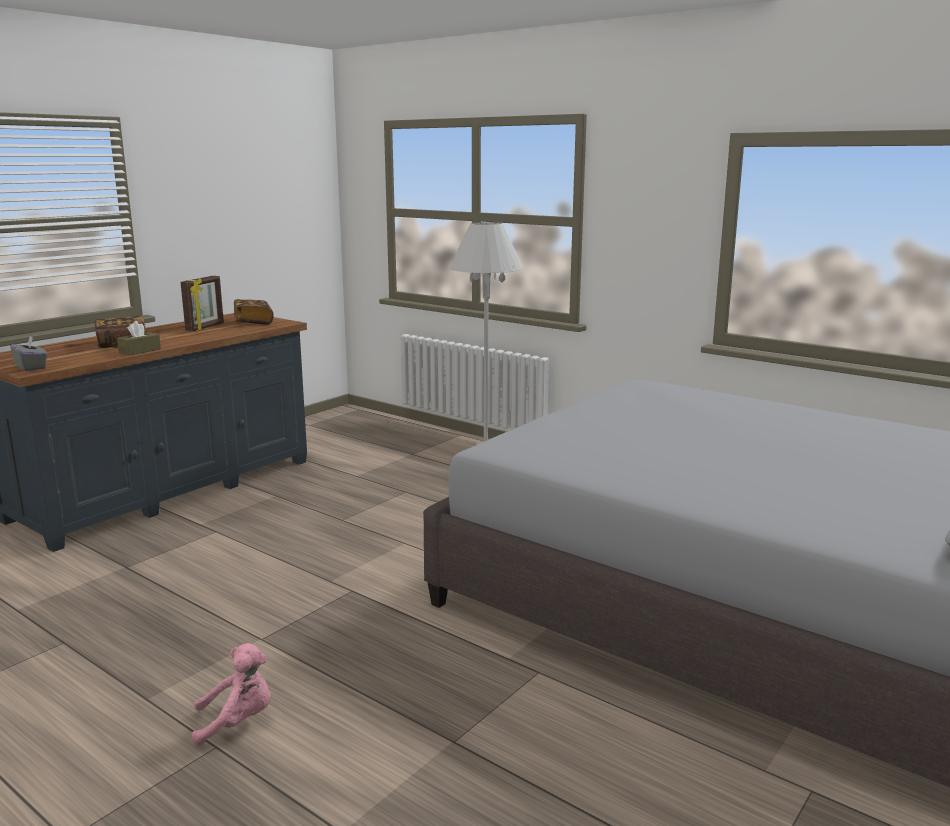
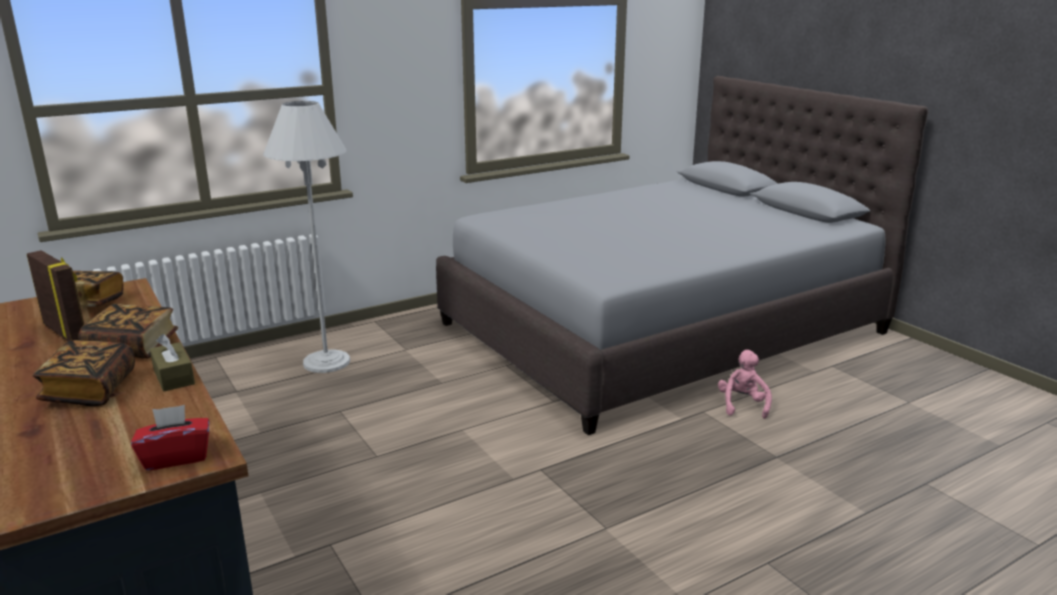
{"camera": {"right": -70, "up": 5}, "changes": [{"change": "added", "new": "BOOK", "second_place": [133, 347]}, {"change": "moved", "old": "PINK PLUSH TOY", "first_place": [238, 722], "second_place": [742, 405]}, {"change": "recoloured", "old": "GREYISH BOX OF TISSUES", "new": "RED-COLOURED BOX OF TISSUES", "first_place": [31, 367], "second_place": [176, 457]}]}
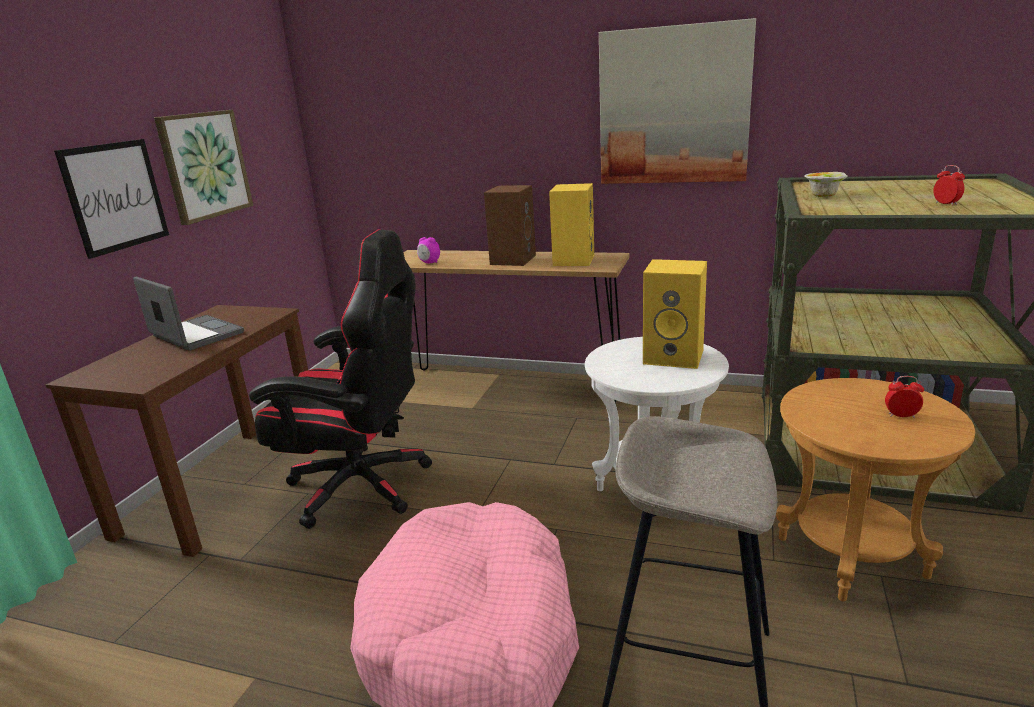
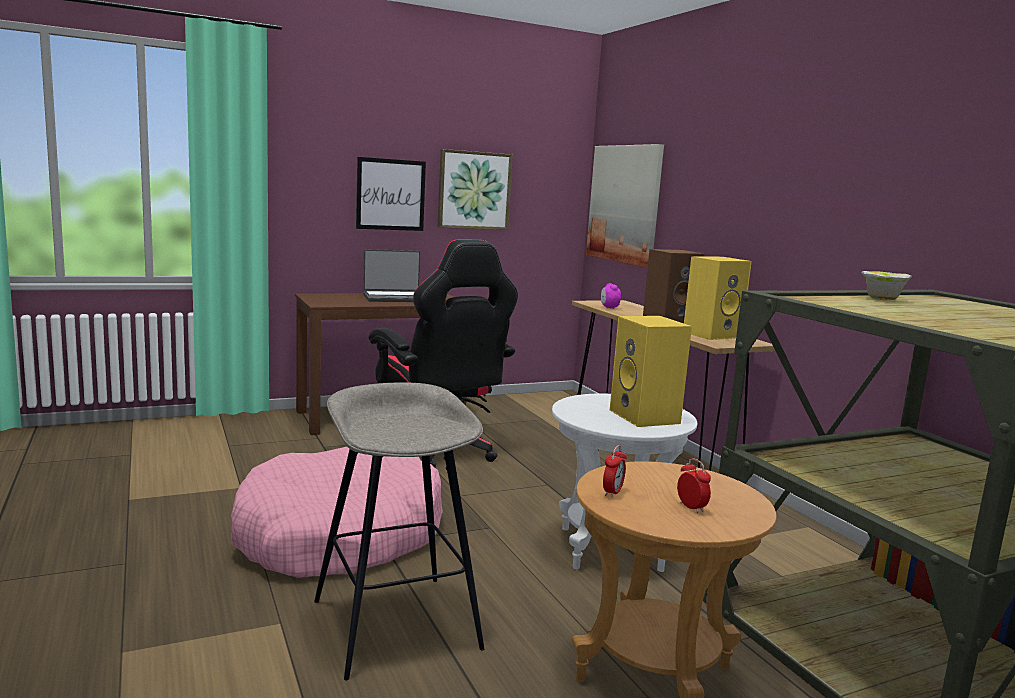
{"camera": {"right": 45, "up": -10}, "changes": [{"change": "moved", "old": "WALL PICTURE", "first_place": [673, 106], "second_place": [624, 204]}, {"change": "moved", "old": "BEDSIDE CLOCK", "first_place": [946, 204], "second_place": [612, 492]}, {"change": "turned", "old": "NOTEBOOK COMPUTER", "first_place": [195, 335], "second_place": [394, 298], "degrees": 75}]}
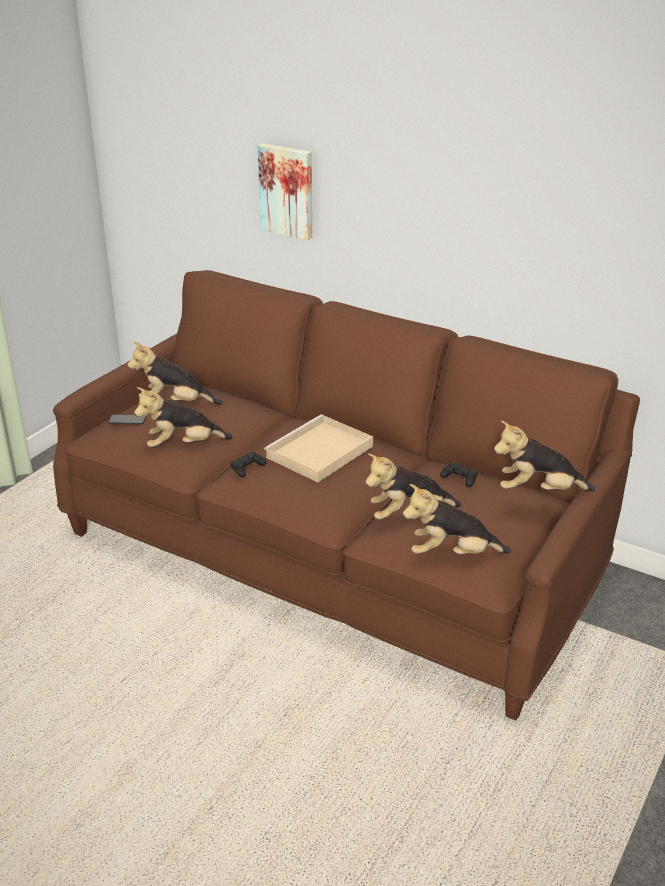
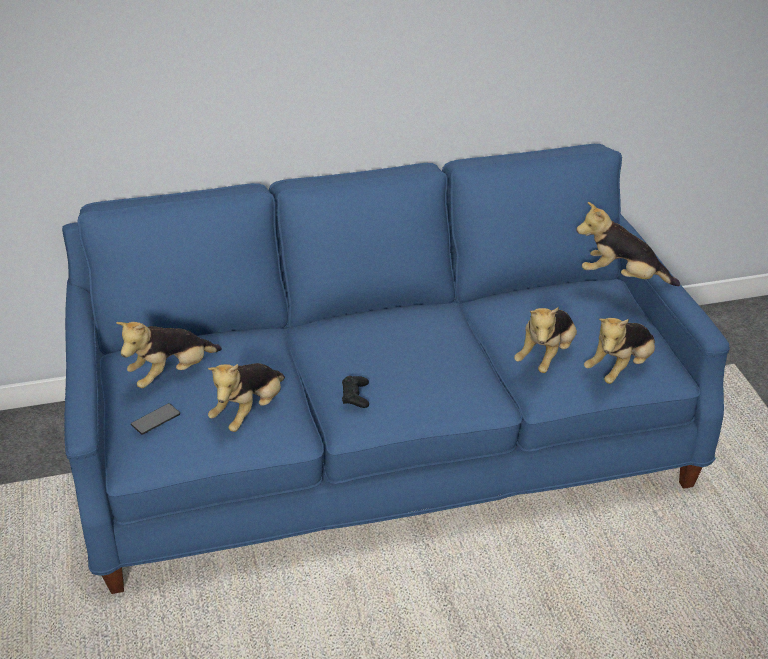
{"camera": {"right": -45, "up": 5}, "changes": [{"change": "removed", "old": "WALL PICTURE", "first_place": [287, 191]}, {"change": "removed", "old": "BEIGE SERVING TRAY", "first_place": [319, 453]}, {"change": "removed", "old": "BLACK GAMEPAD", "first_place": [459, 478]}, {"change": "recoloured", "old": "BROWN-COLOURED SETTEE", "new": "BLUISH SETTEE", "first_place": [333, 553], "second_place": [385, 446]}, {"change": "turned", "old": "PLUSH TOY", "first_place": [538, 491], "second_place": [621, 278], "degrees": 60}]}
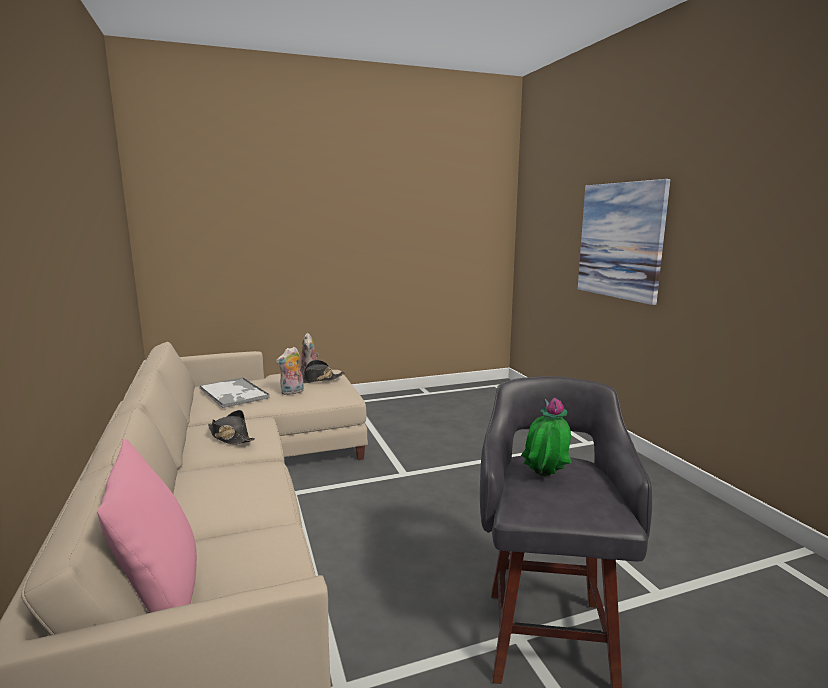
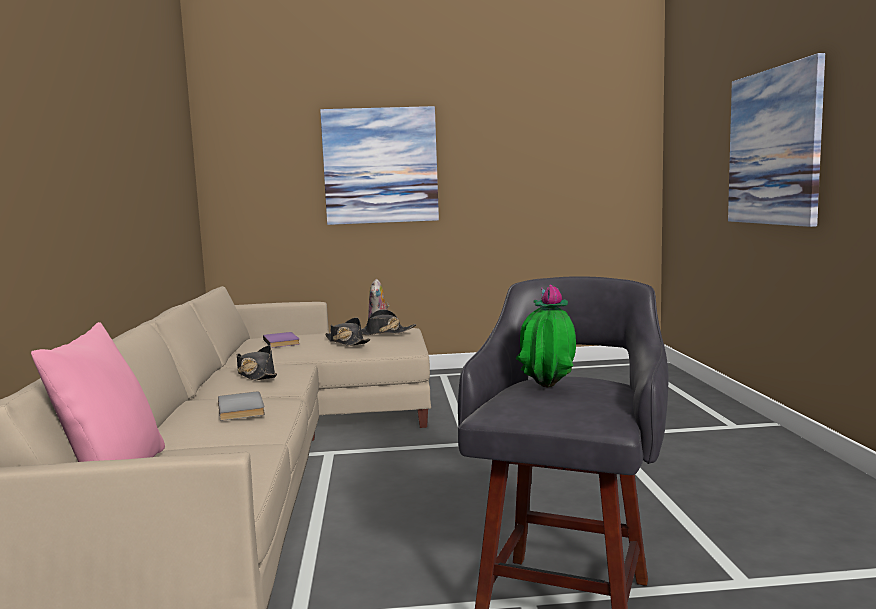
{"camera": {"right": 15, "up": -5}, "changes": [{"change": "added", "new": "GREYISH BOOK", "second_place": [243, 408]}, {"change": "added", "new": "WALL PICTURE", "second_place": [380, 166]}, {"change": "replaced", "old": "SERVING TRAY", "new": "PURPLISH BOOK", "first_place": [234, 393], "second_place": [283, 342]}, {"change": "replaced", "old": "PLUSH TOY", "new": "BLACK HAT", "first_place": [292, 392], "second_place": [346, 342]}]}
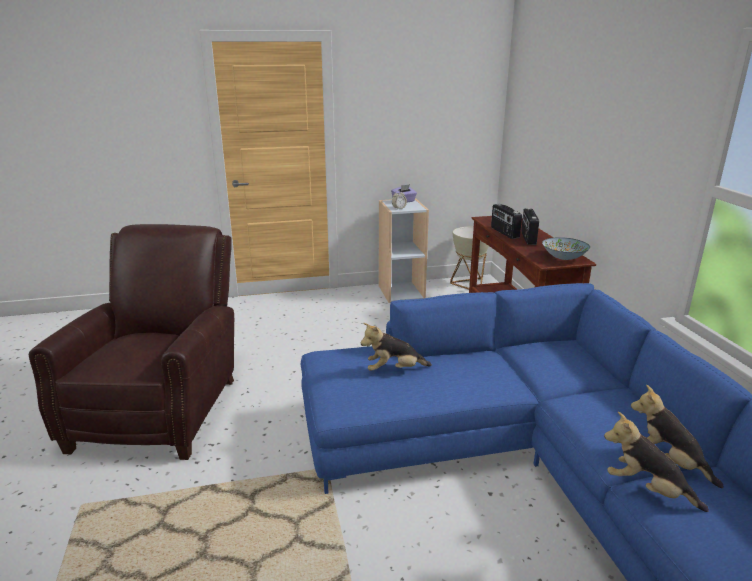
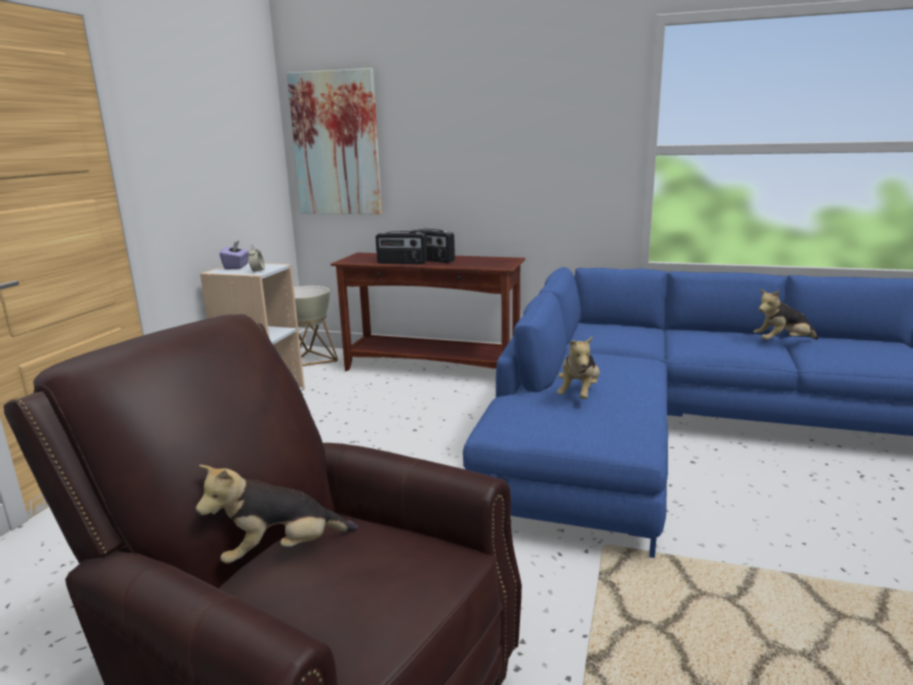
{"camera": {"right": -60, "up": -5}, "changes": [{"change": "removed", "old": "SERVING BOWL", "first_place": [564, 257]}, {"change": "added", "new": "WALL PICTURE", "second_place": [336, 144]}, {"change": "moved", "old": "PLUSH TOY", "first_place": [647, 489], "second_place": [281, 551]}]}
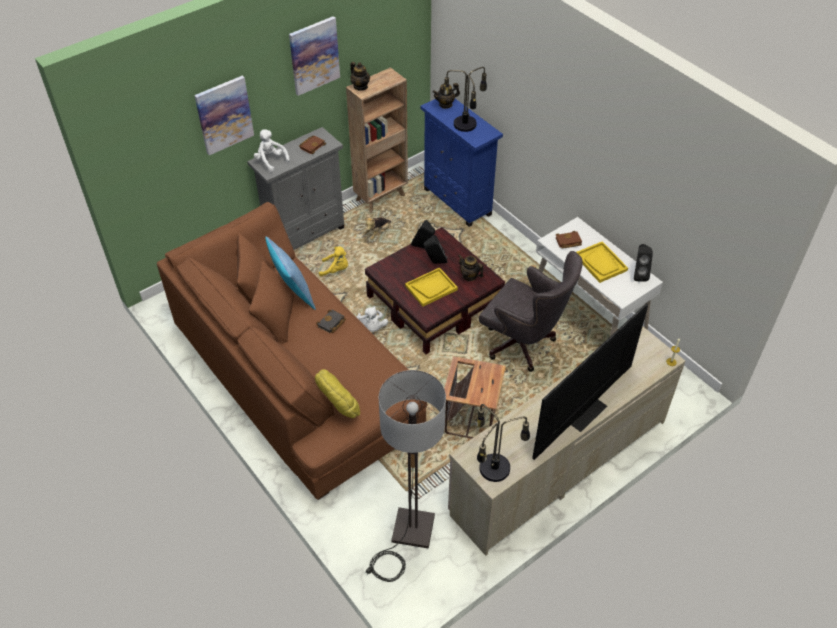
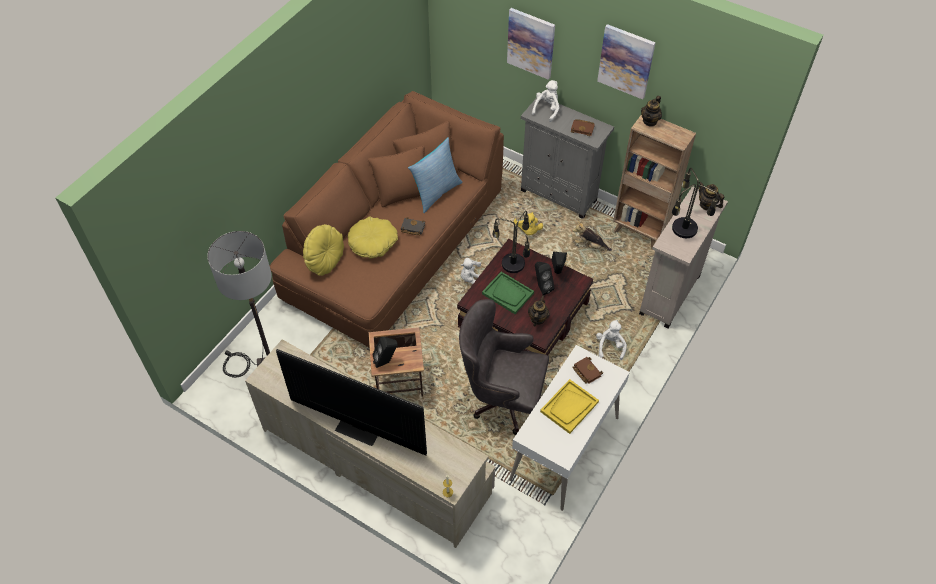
{"camera": {"right": 70, "up": 5}, "changes": [{"change": "added", "new": "YELLOW THROW PILLOW", "second_place": [372, 242]}, {"change": "added", "new": "WHITE PLUSH TOY", "second_place": [610, 346]}, {"change": "moved", "old": "TABLE LAMP", "first_place": [494, 468], "second_place": [513, 263]}, {"change": "moved", "old": "BLACK LOUDSPEAKER", "first_place": [638, 274], "second_place": [386, 361]}, {"change": "recoloured", "old": "YELLOW SERVING TRAY", "new": "GREENISH SERVING TRAY", "first_place": [431, 288], "second_place": [508, 293]}, {"change": "recoloured", "old": "BLUISH STORAGE CABINET", "new": "BEIGE STORAGE CABINET", "first_place": [458, 202], "second_place": [670, 295]}, {"change": "turned", "old": "GREYISH DESK CHAIR", "first_place": [523, 346], "second_place": [502, 401], "degrees": 90}]}
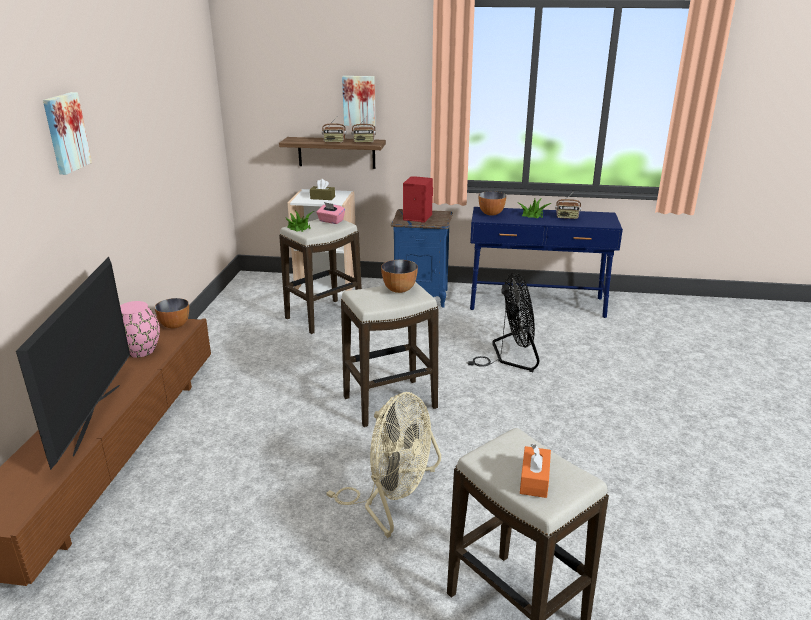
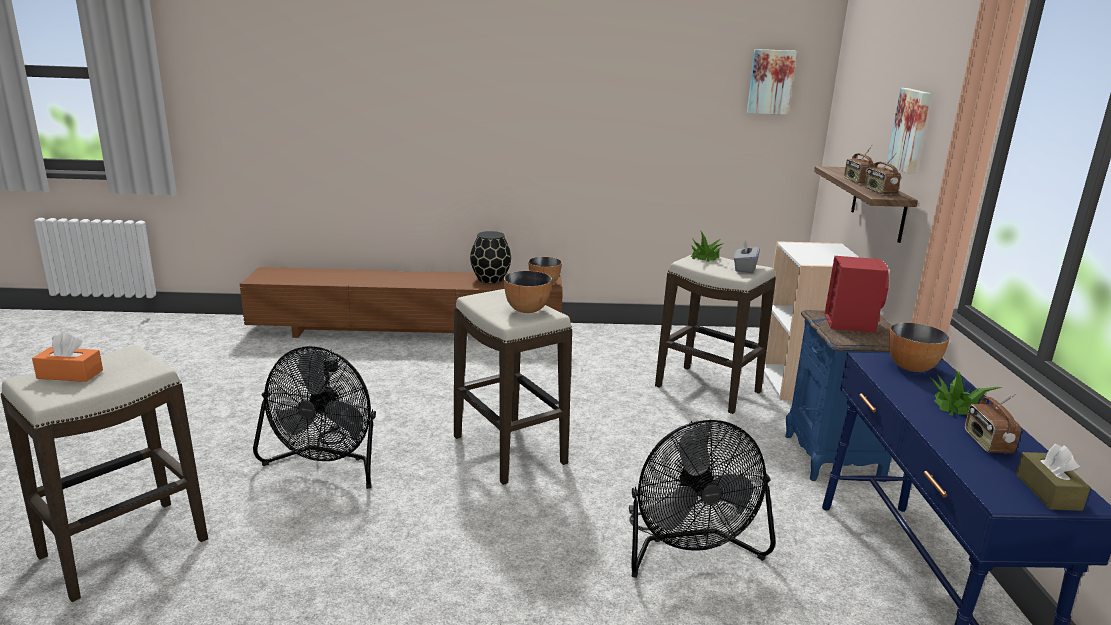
{"camera": {"right": 80, "up": -5}, "changes": [{"change": "removed", "old": "TV SET", "first_place": [96, 418]}, {"change": "moved", "old": "WALL PICTURE", "first_place": [65, 133], "second_place": [770, 82]}, {"change": "moved", "old": "BROWN-COLOURED BOX OF TISSUES", "first_place": [322, 198], "second_place": [1048, 492]}, {"change": "recoloured", "old": "PINK FLOWER VASE", "new": "BLACK FLOWER VASE", "first_place": [141, 351], "second_place": [490, 279]}, {"change": "recoloured", "old": "PINK BOX OF TISSUES", "new": "GREYISH BOX OF TISSUES", "first_place": [331, 221], "second_place": [744, 268]}, {"change": "recoloured", "old": "BEIGE ELECTRIC FAN", "new": "BLACK ELECTRIC FAN", "first_place": [390, 497], "second_place": [325, 462]}]}
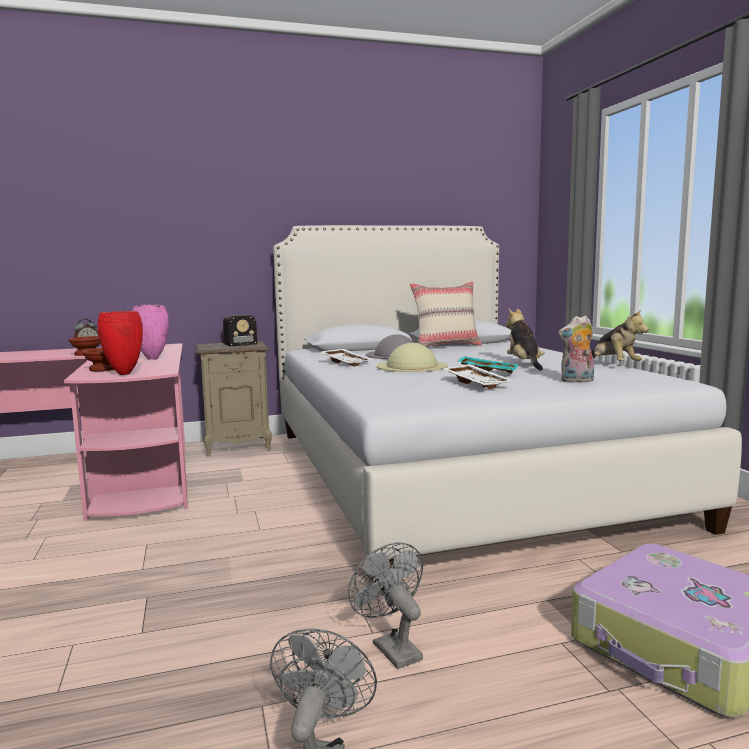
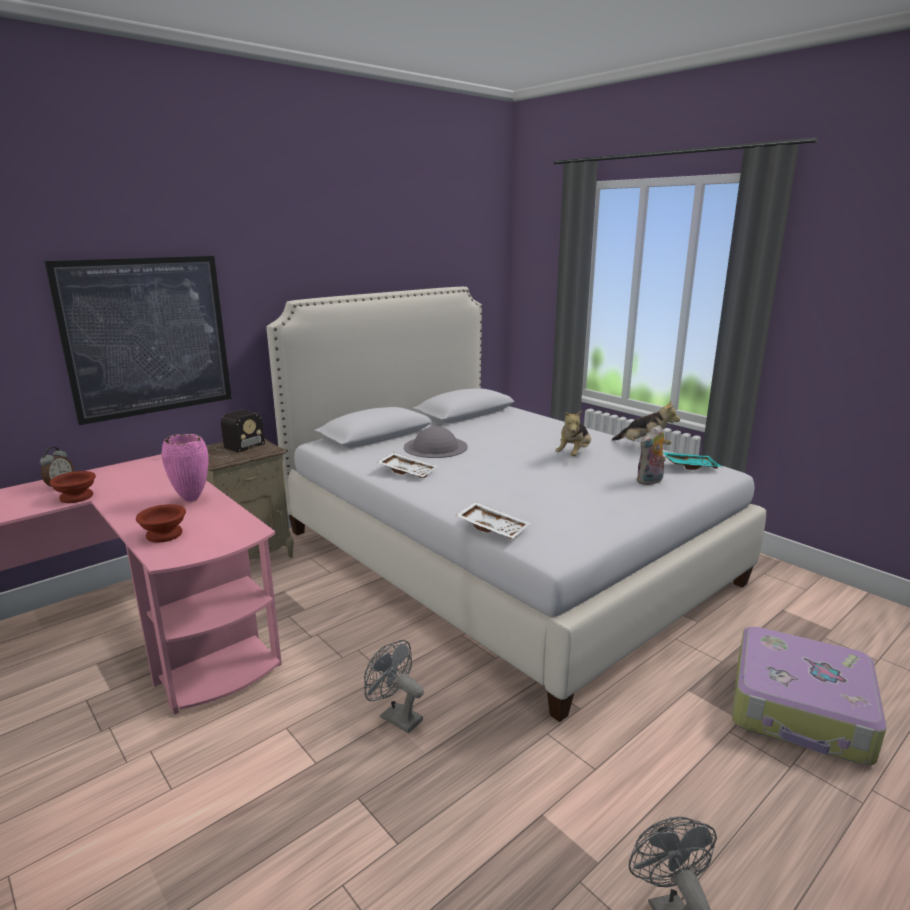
{"camera": {"right": -25, "up": 10}, "changes": [{"change": "removed", "old": "RED-COLOURED FLOWER VASE", "first_place": [124, 374]}, {"change": "removed", "old": "BEIGE HAT", "first_place": [411, 366]}, {"change": "removed", "old": "BEIGE THROW PILLOW", "first_place": [446, 346]}, {"change": "added", "new": "WALL PICTURE", "second_place": [147, 337]}, {"change": "moved", "old": "GREYISH ELECTRIC FAN", "first_place": [392, 647], "second_place": [395, 716]}, {"change": "moved", "old": "WHITE SERVING TRAY", "first_place": [477, 383], "second_place": [493, 528]}, {"change": "moved", "old": "BLUE-GREEN SERVING TRAY", "first_place": [488, 371], "second_place": [690, 466]}, {"change": "turned", "old": "PLUSH TOY", "first_place": [524, 364], "second_place": [574, 454], "degrees": -120}]}
